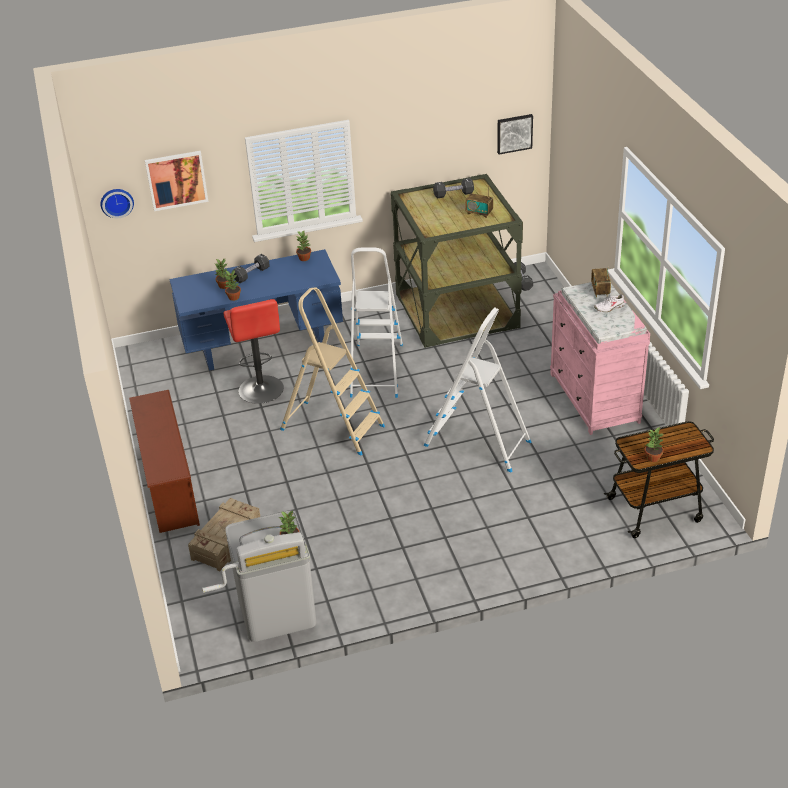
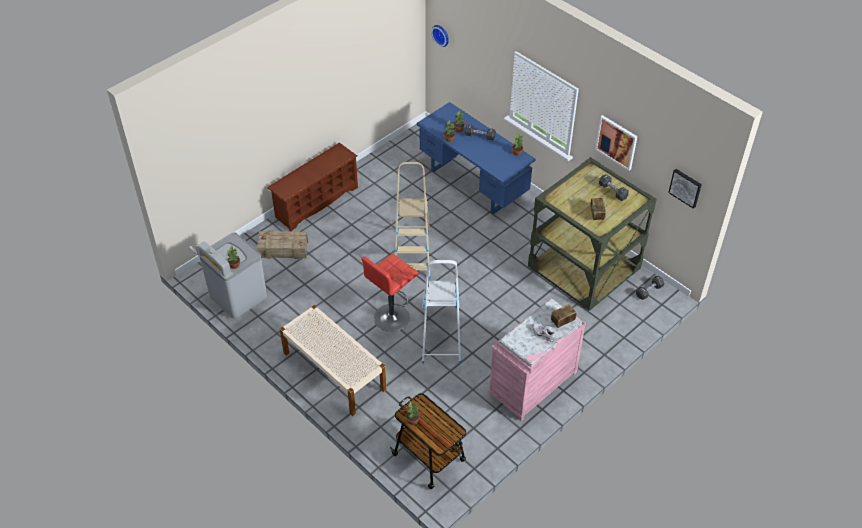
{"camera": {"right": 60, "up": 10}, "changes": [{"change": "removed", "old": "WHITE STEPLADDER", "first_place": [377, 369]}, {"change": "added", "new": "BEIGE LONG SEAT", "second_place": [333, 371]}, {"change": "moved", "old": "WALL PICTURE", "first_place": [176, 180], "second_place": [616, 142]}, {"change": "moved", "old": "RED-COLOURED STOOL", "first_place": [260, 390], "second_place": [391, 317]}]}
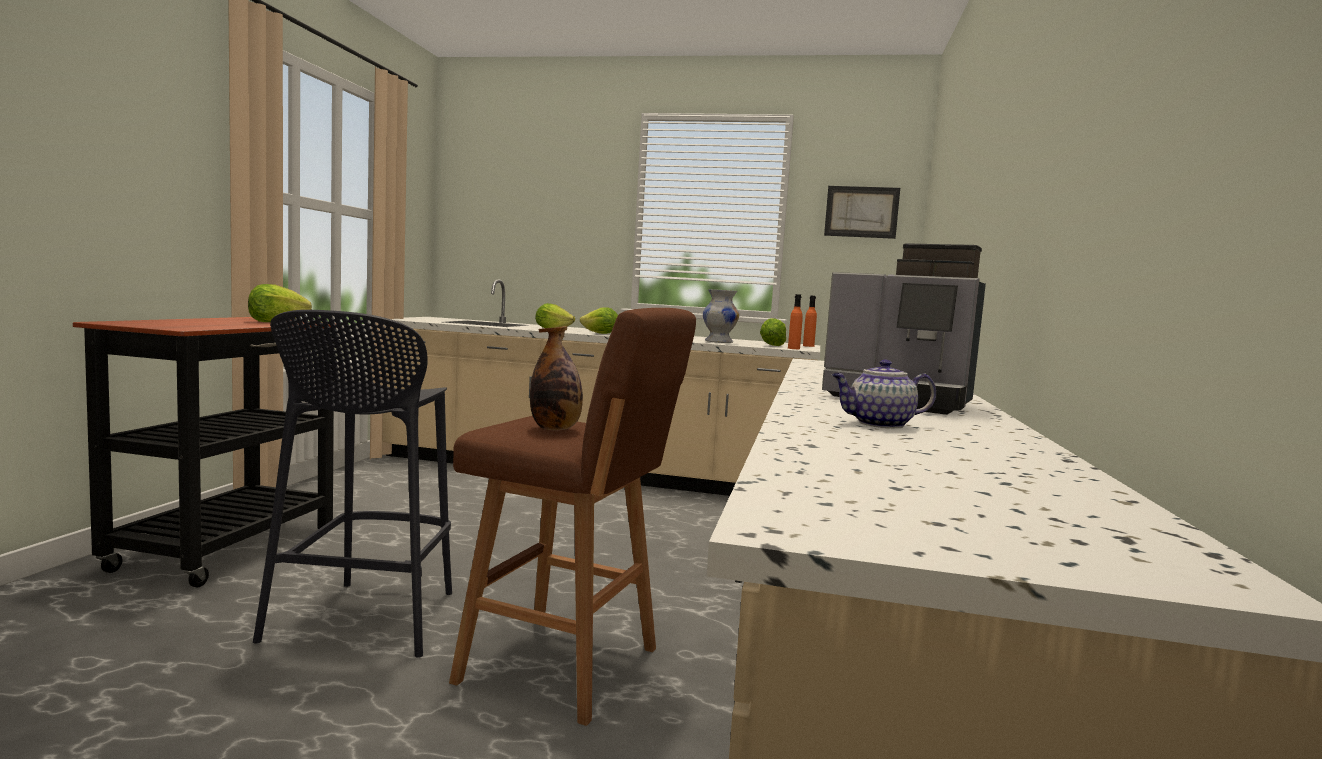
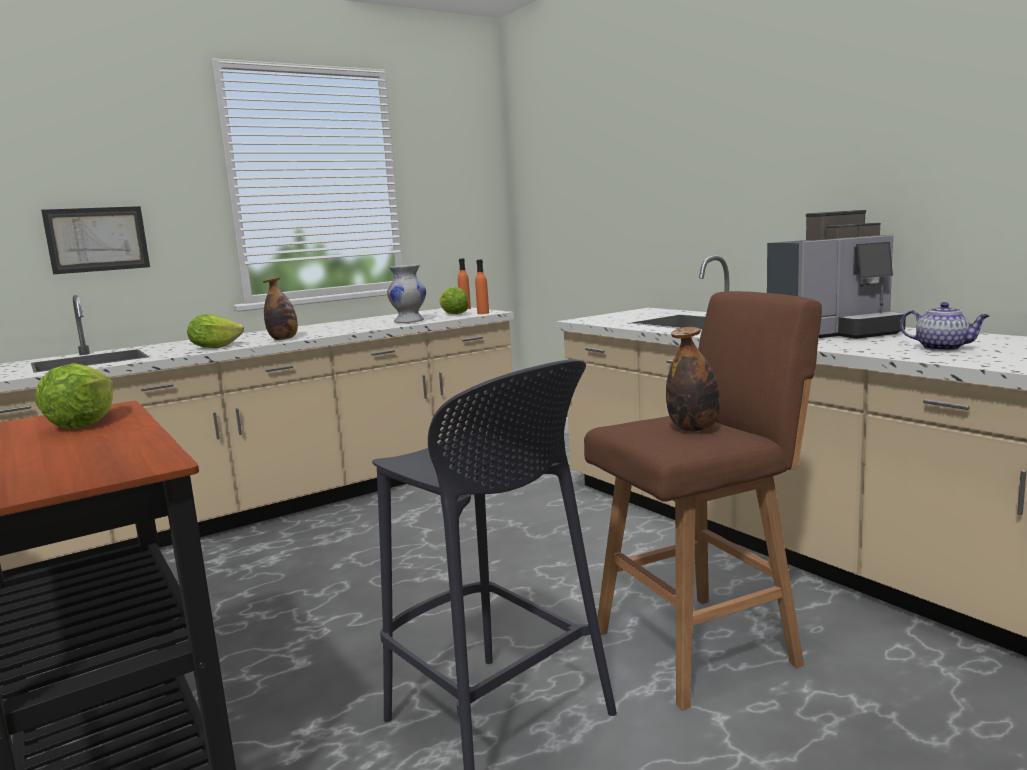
{"camera": {"right": -45, "up": 5}, "changes": [{"change": "moved", "old": "WALL PICTURE", "first_place": [861, 212], "second_place": [97, 239]}, {"change": "replaced", "old": "LETTUCE", "new": "DRINK BOTTLE", "first_place": [600, 334], "second_place": [283, 339]}, {"change": "turned", "old": "POT FOR TEA", "first_place": [879, 424], "second_place": [943, 348], "degrees": -90}]}
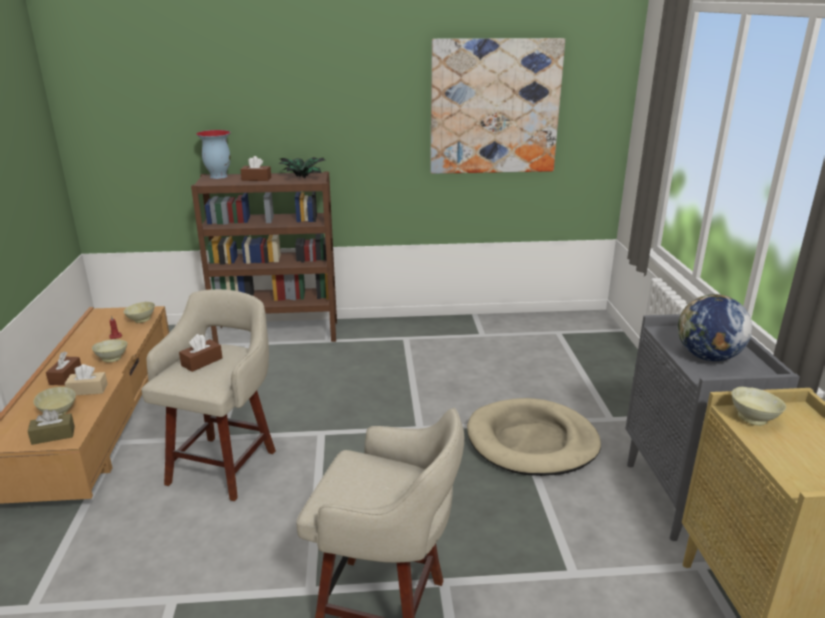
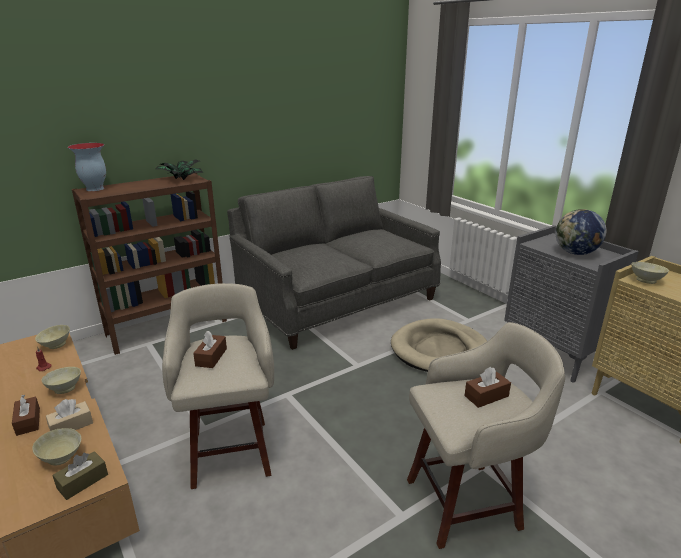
{"camera": {"right": -30, "up": 0}, "changes": [{"change": "removed", "old": "WALL PICTURE", "first_place": [494, 107]}, {"change": "added", "new": "GREYISH SETTEE", "second_place": [335, 300]}, {"change": "moved", "old": "BROWN-COLOURED BOX OF TISSUES", "first_place": [256, 179], "second_place": [486, 396]}]}
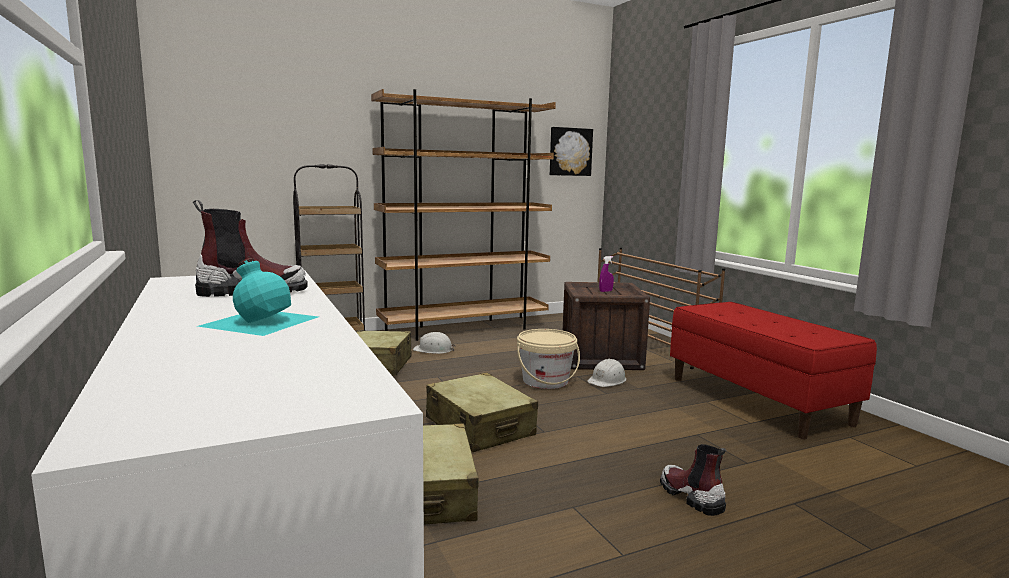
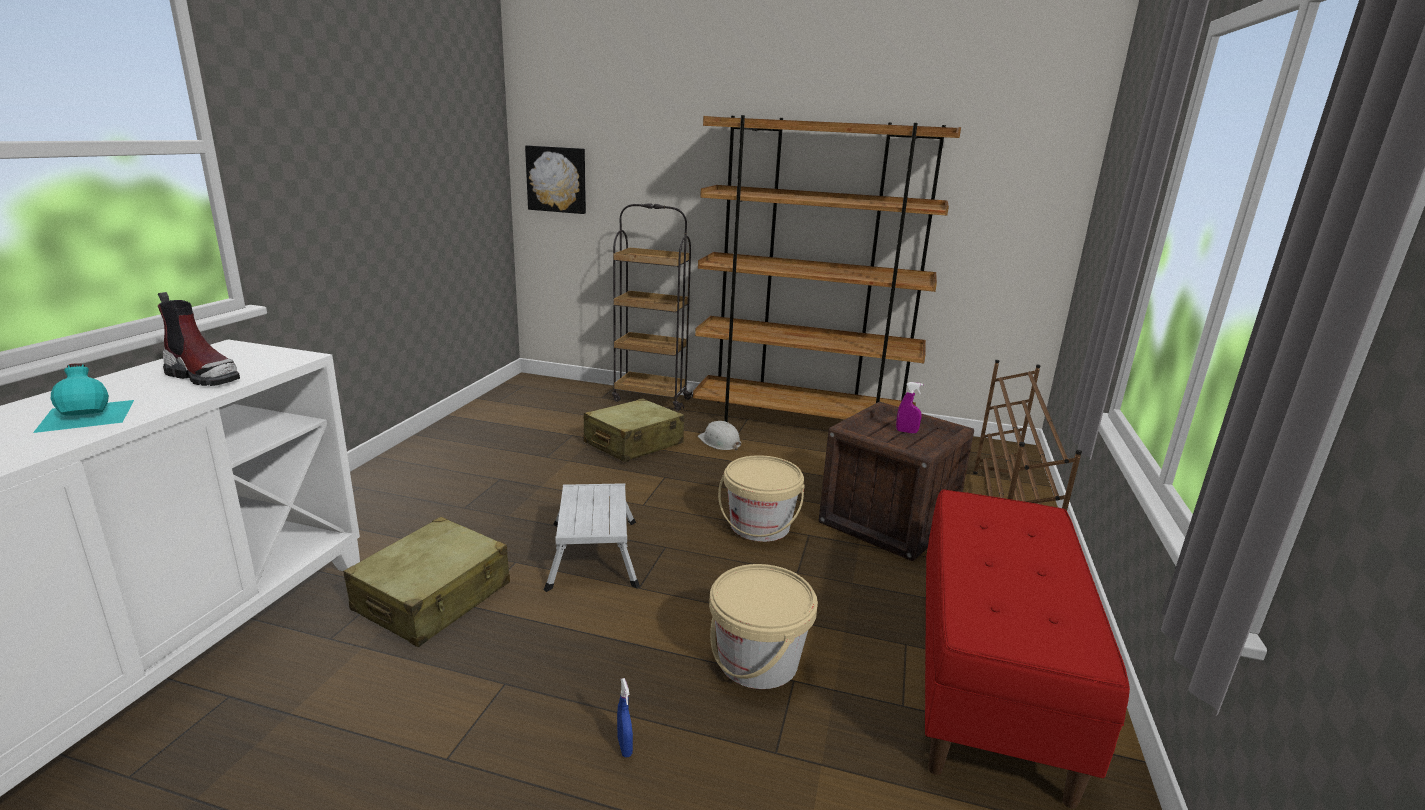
{"camera": {"right": 40, "up": 10}, "changes": [{"change": "removed", "old": "WHITE SAFETY HELMET", "first_place": [607, 380]}, {"change": "added", "new": "BEIGE PAIL", "second_place": [757, 661]}, {"change": "moved", "old": "WALL PICTURE", "first_place": [570, 152], "second_place": [557, 179]}, {"change": "replaced", "old": "BEIGE TRAVEL CASE", "new": "WHITE STEPLADDER", "first_place": [480, 427], "second_place": [593, 553]}, {"change": "replaced", "old": "BOOT", "new": "BLUISH SPRAY BOTTLE", "first_place": [690, 496], "second_place": [624, 747]}]}
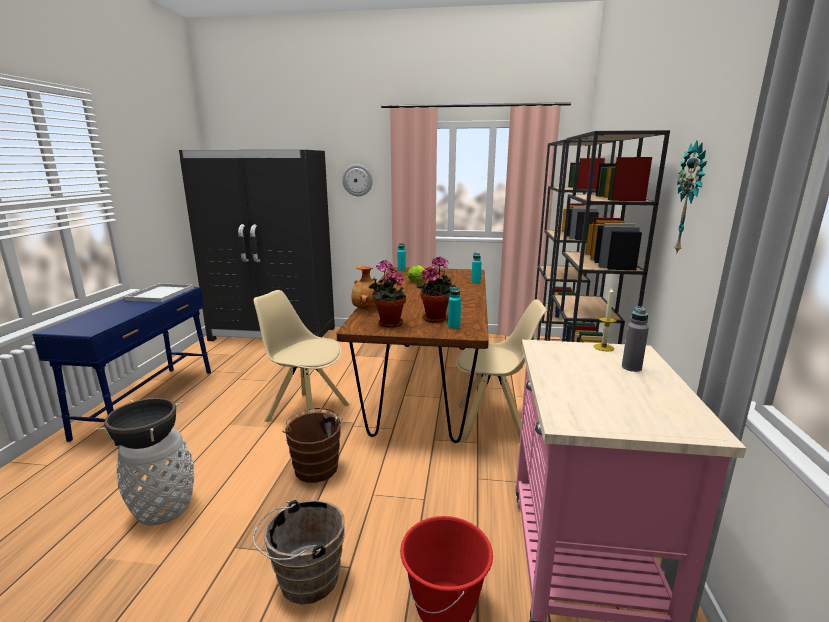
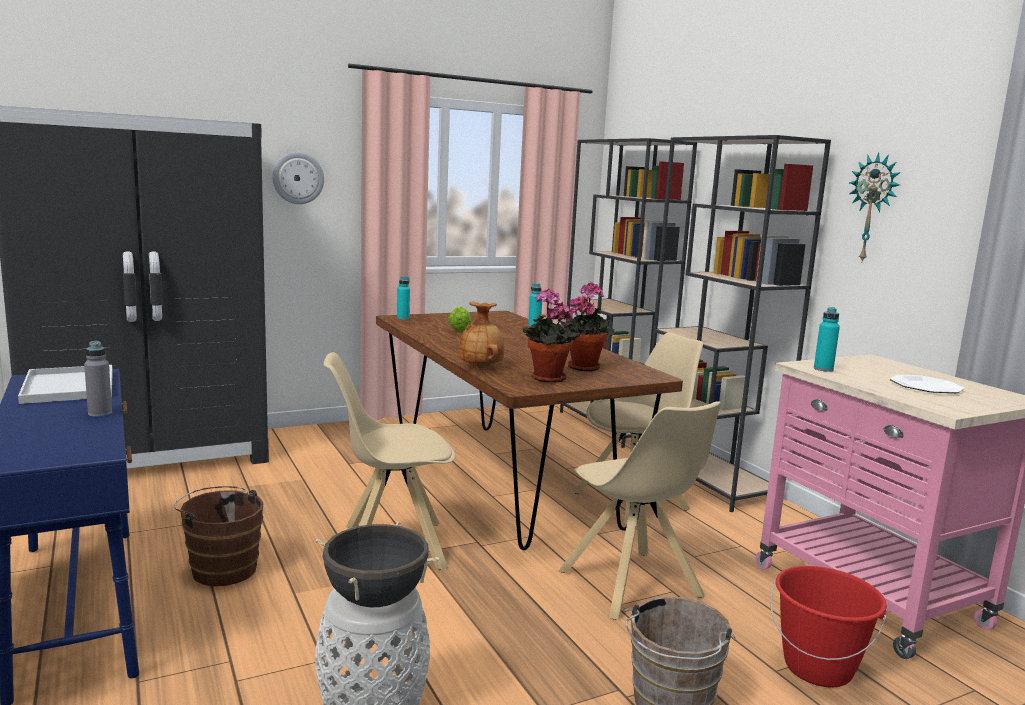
{"camera": {"right": -35, "up": -5}, "changes": [{"change": "removed", "old": "WAX CANDLE", "first_place": [603, 347]}, {"change": "added", "new": "BEIGE PLAIN CHAIR", "second_place": [632, 585]}, {"change": "added", "new": "PLATE", "second_place": [925, 386]}, {"change": "moved", "old": "BROWN-COLOURED PAIL", "first_place": [316, 466], "second_place": [222, 568]}, {"change": "moved", "old": "BLUE-GREEN DRINK BOTTLE", "first_place": [454, 327], "second_place": [823, 369]}, {"change": "moved", "old": "GREYISH DRINK BOTTLE", "first_place": [631, 367], "second_place": [100, 413]}]}
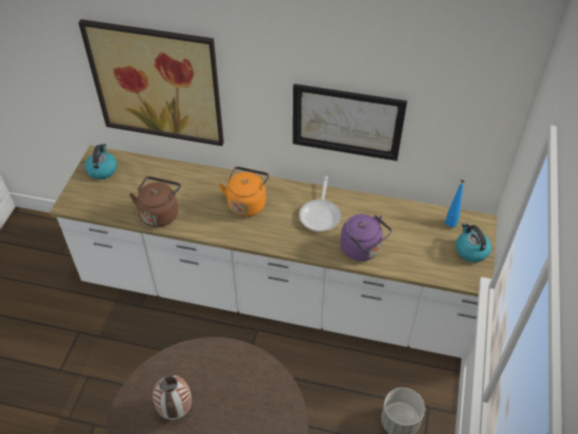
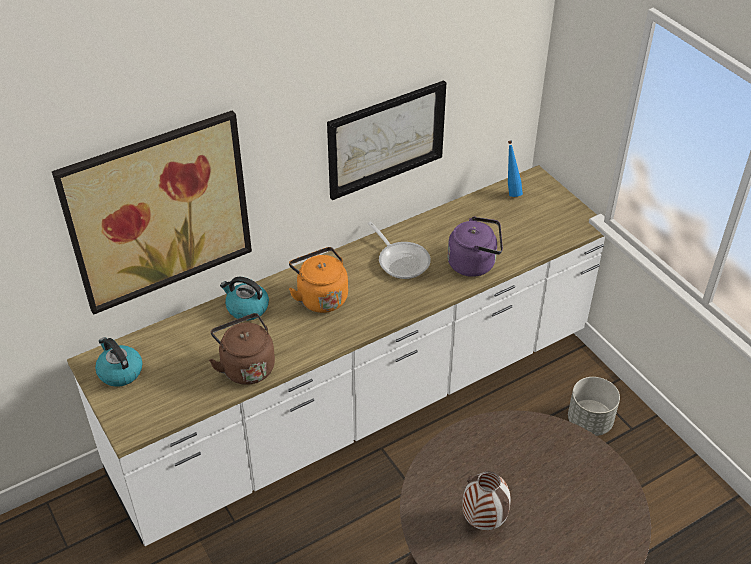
{"camera": {"right": -45, "up": -5}, "changes": [{"change": "moved", "old": "WATER KETTLE", "first_place": [471, 250], "second_place": [246, 308]}]}
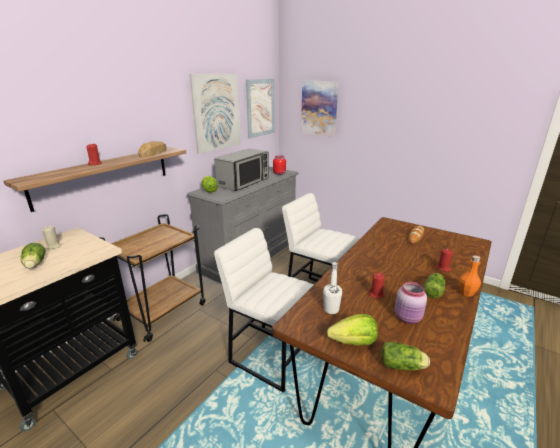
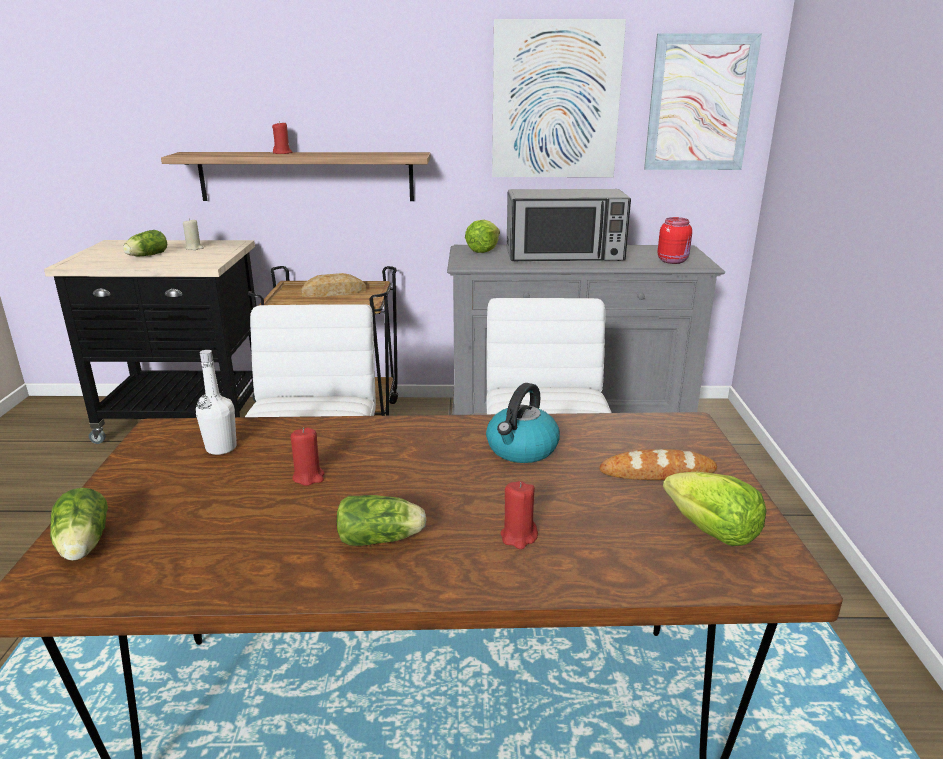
{"camera": {"right": 55, "up": 0}, "changes": [{"change": "removed", "old": "WALL PICTURE", "first_place": [319, 108]}, {"change": "removed", "old": "PINK STORAGE JAR", "first_place": [408, 318]}, {"change": "removed", "old": "ORANGE DRINK BOTTLE", "first_place": [466, 293]}, {"change": "added", "new": "WATER KETTLE", "second_place": [521, 449]}, {"change": "moved", "old": "BREAD", "first_place": [153, 153], "second_place": [334, 292]}, {"change": "moved", "old": "LETTUCE", "first_place": [353, 342], "second_place": [711, 531]}]}
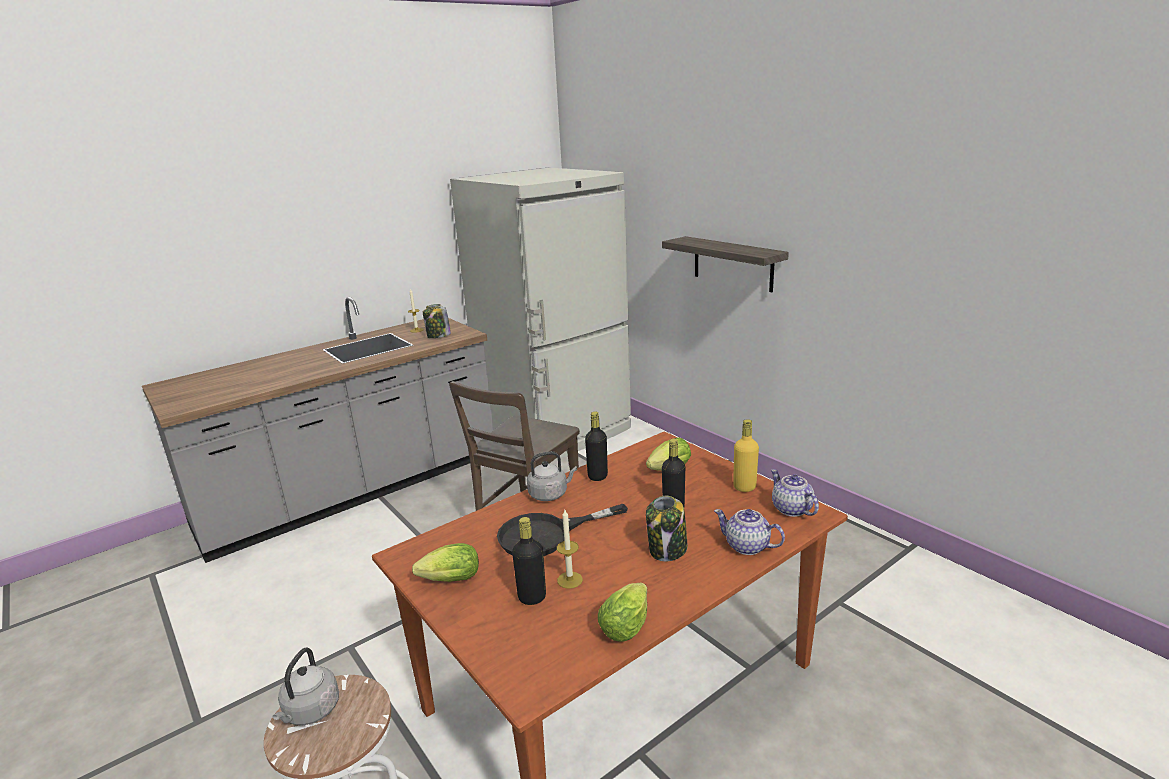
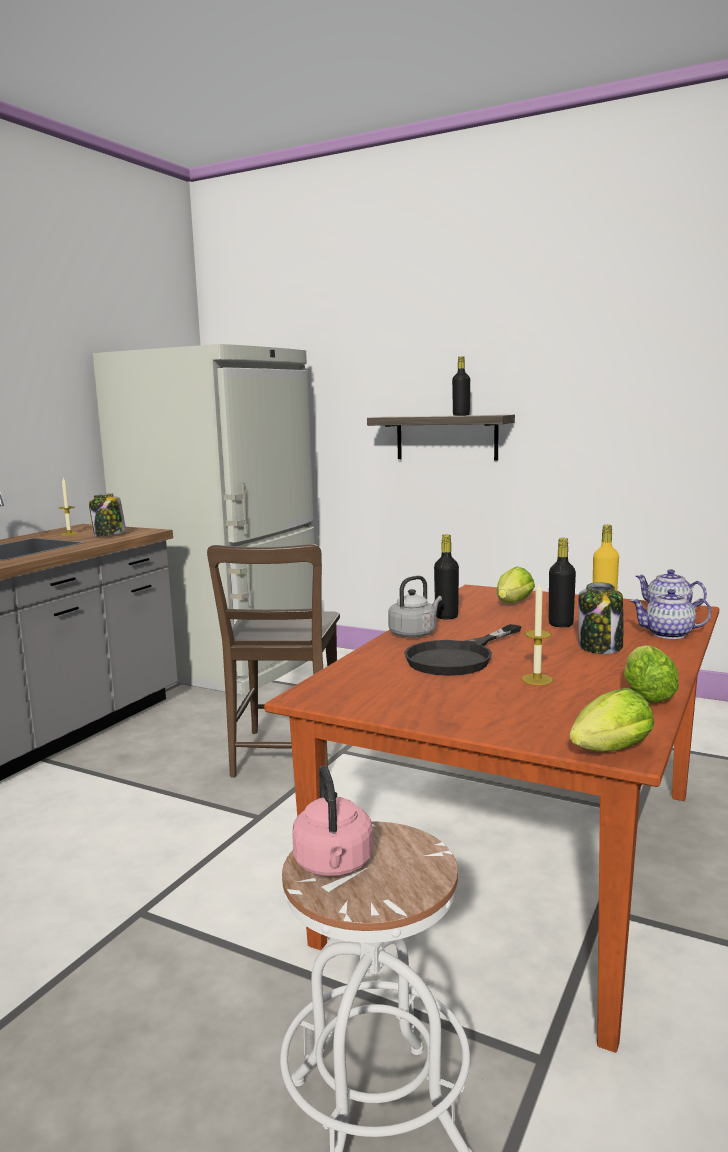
{"camera": {"right": -25, "up": -10}, "changes": [{"change": "moved", "old": "LETTUCE", "first_place": [447, 581], "second_place": [607, 753]}, {"change": "moved", "old": "BLACK DRINK BOTTLE", "first_place": [532, 597], "second_place": [461, 415]}, {"change": "recoloured", "old": "GREYISH WATER KETTLE", "new": "PINK WATER KETTLE", "first_place": [310, 712], "second_place": [334, 865]}]}
